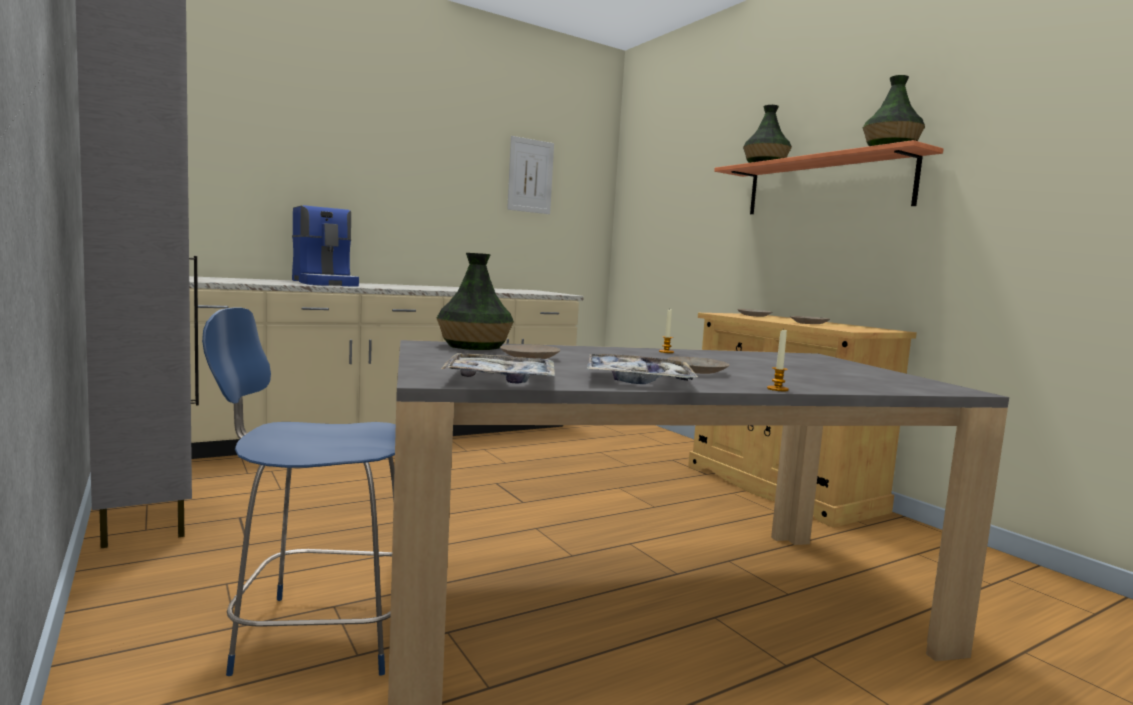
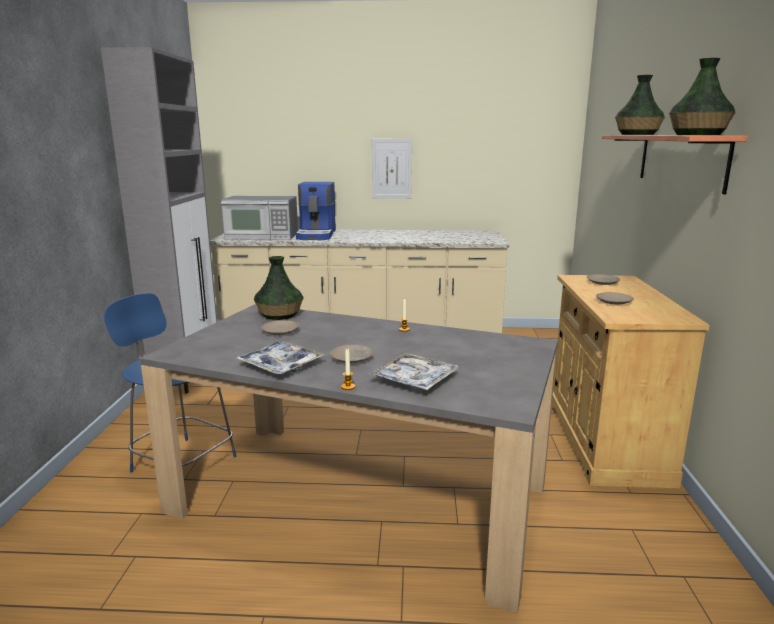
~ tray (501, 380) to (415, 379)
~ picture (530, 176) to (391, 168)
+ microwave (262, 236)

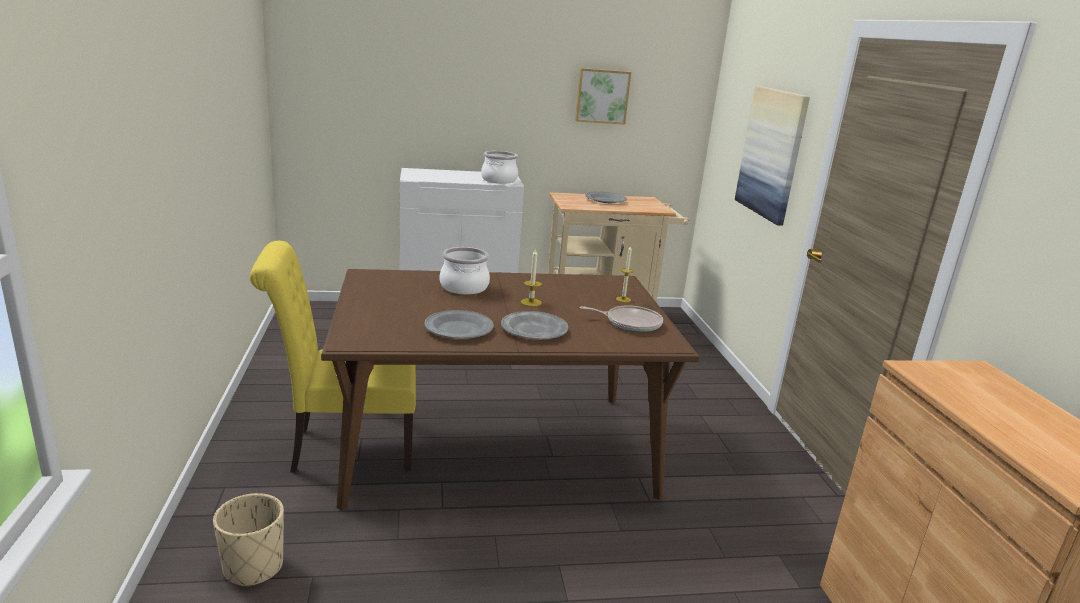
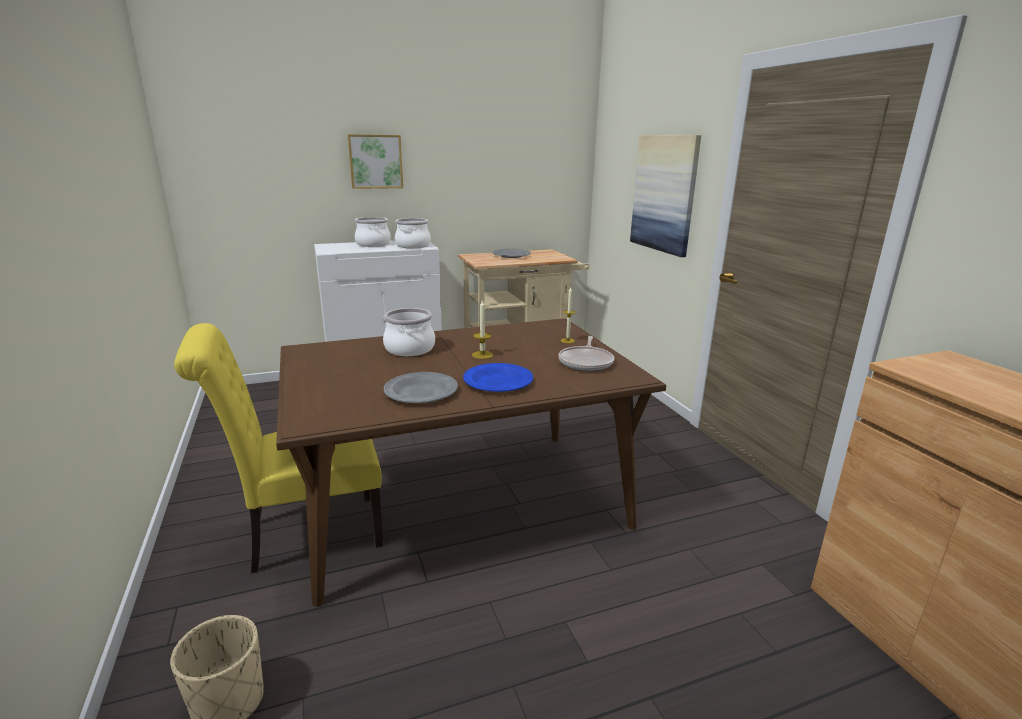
~ grey_plate (534, 329) to blue_plate (498, 381)
~ picture (602, 96) to (375, 161)
~ frying_pan (630, 323) = (586, 362) 105 degrees clockwise
+ cooking_pot (373, 244)

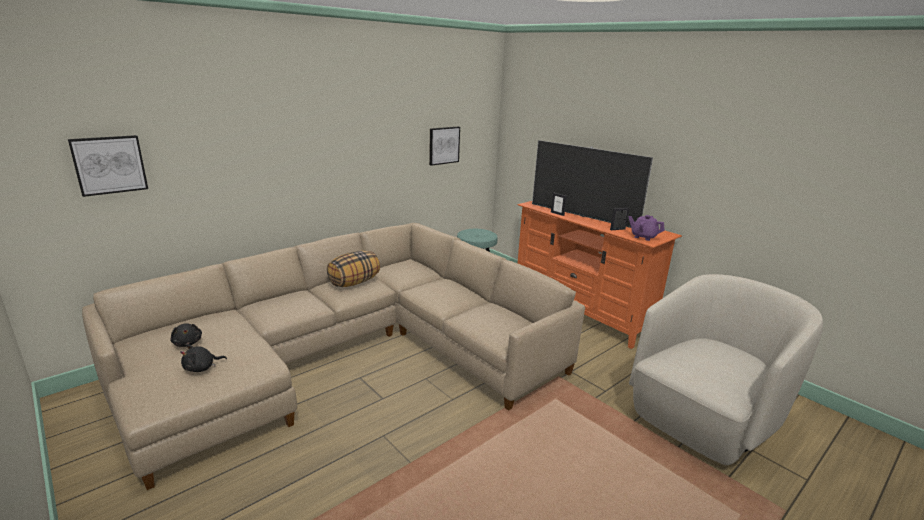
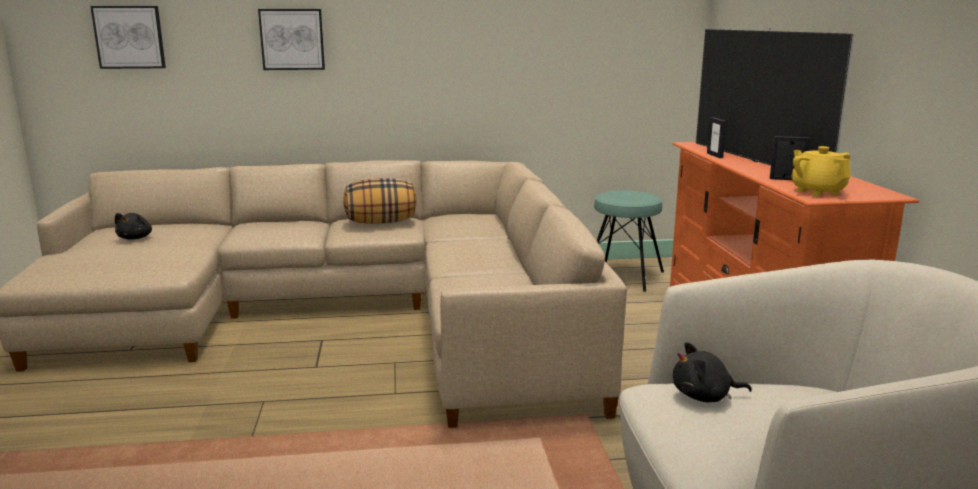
~ black_plush_toy (202, 368) to (704, 396)
~ picture (443, 145) to (292, 39)
~ purple_teapot (643, 237) to yellow_teapot (817, 191)

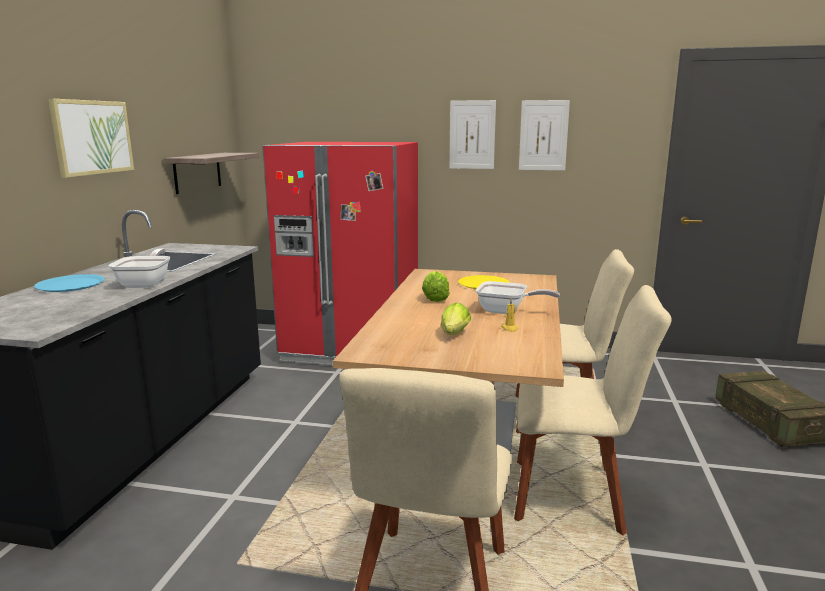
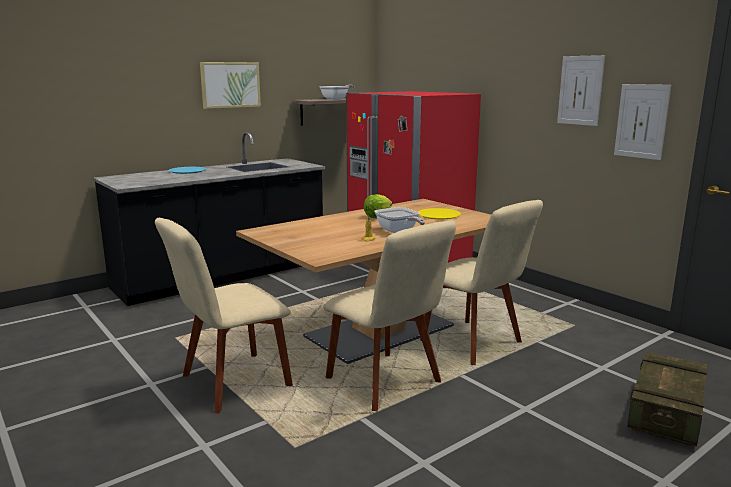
~ frying_pan (146, 283) to (337, 99)
- lettuce (454, 335)
~ picture (472, 135) to (641, 121)

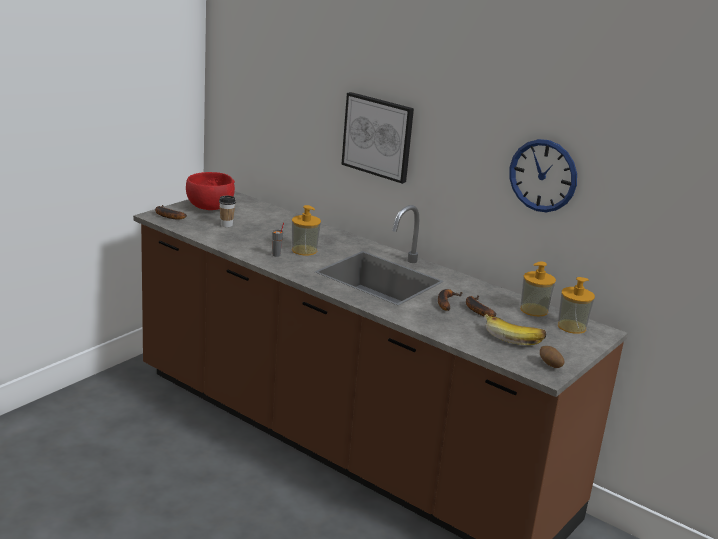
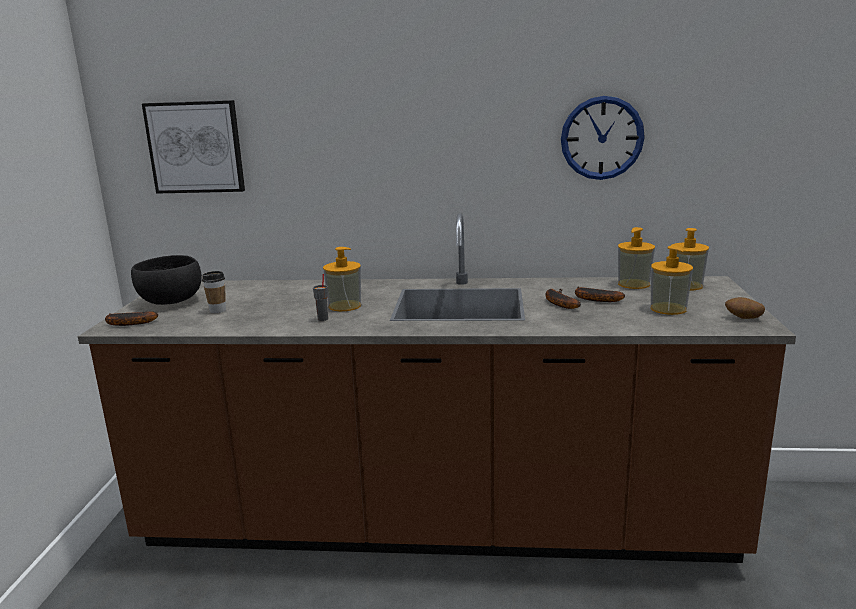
~ red_bowl (210, 207) to black_bowl (171, 301)
~ picture (378, 136) to (196, 147)
~ banana (513, 337) to soap_dispenser (668, 308)

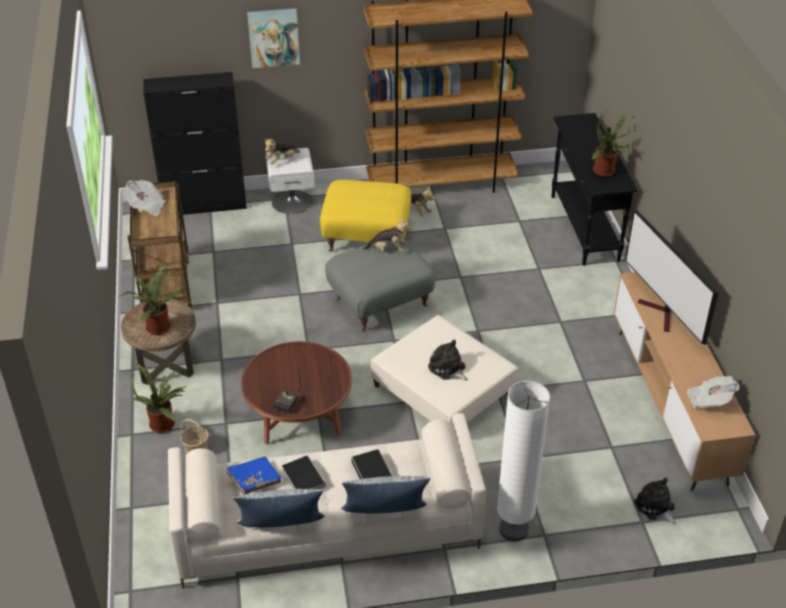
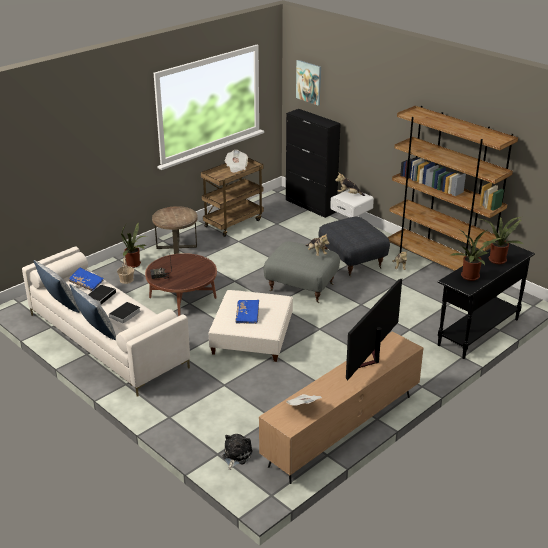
~ potted_plant (157, 326) to (497, 259)
~ picture (273, 37) to (309, 82)
~ yellow_ottoman (367, 237) to grey_ottoman (353, 261)
~ plush_toy (448, 369) to blue_book (247, 316)
- white_floor_lamp (513, 530)

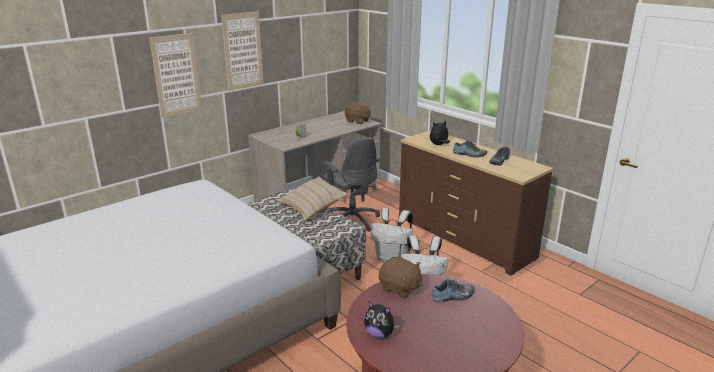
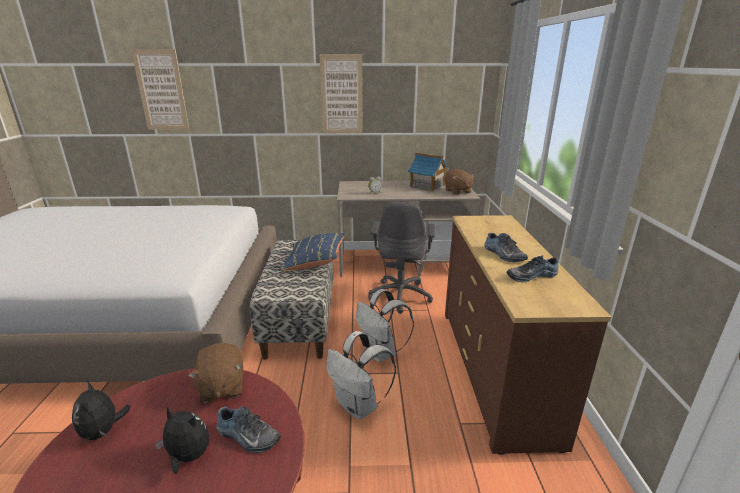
~ picture (176, 75) to (161, 90)
~ beige_pillow (312, 207) to blue_pillow (314, 262)
~ plush_toy (439, 145) to (188, 457)
+ toy_house (427, 185)

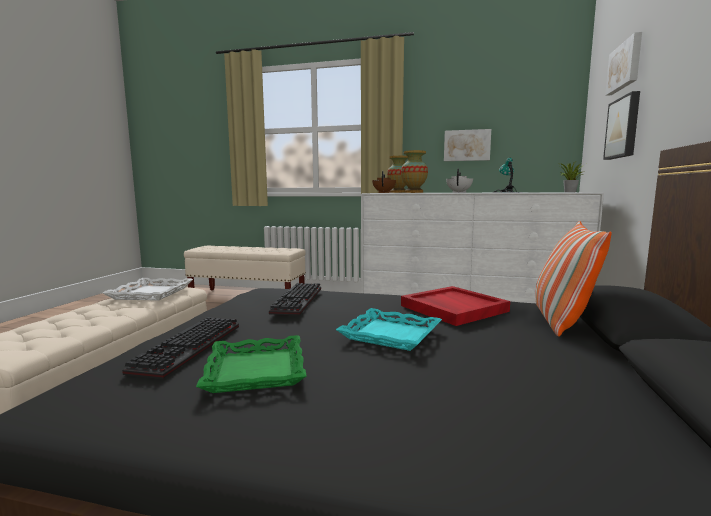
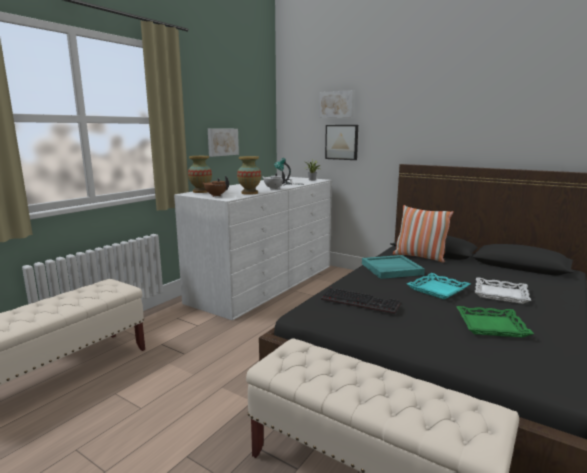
~ white_tray (151, 293) to (500, 294)
- keyboard (190, 349)
~ red_tray (452, 308) to turquoise_tray (391, 269)

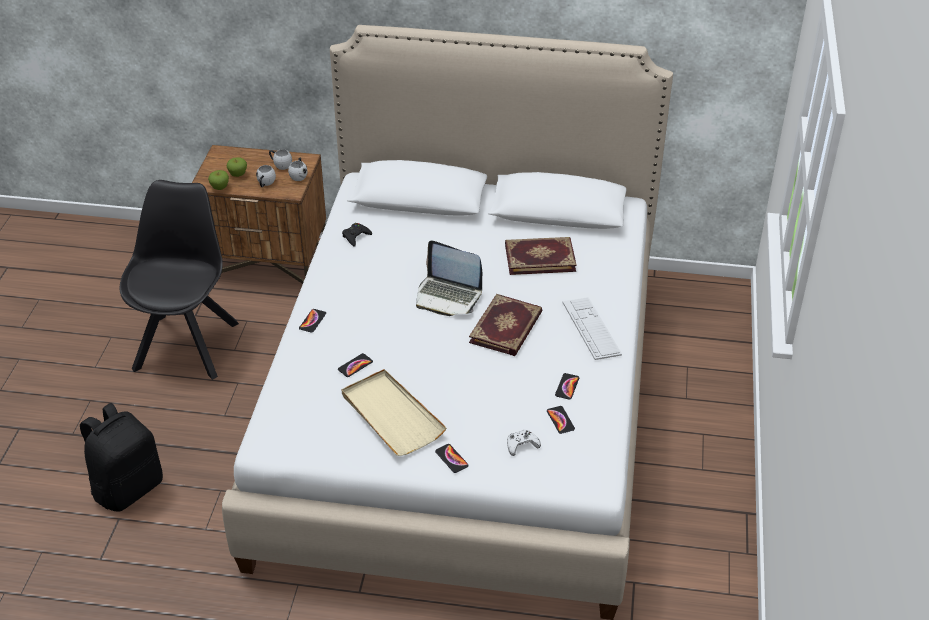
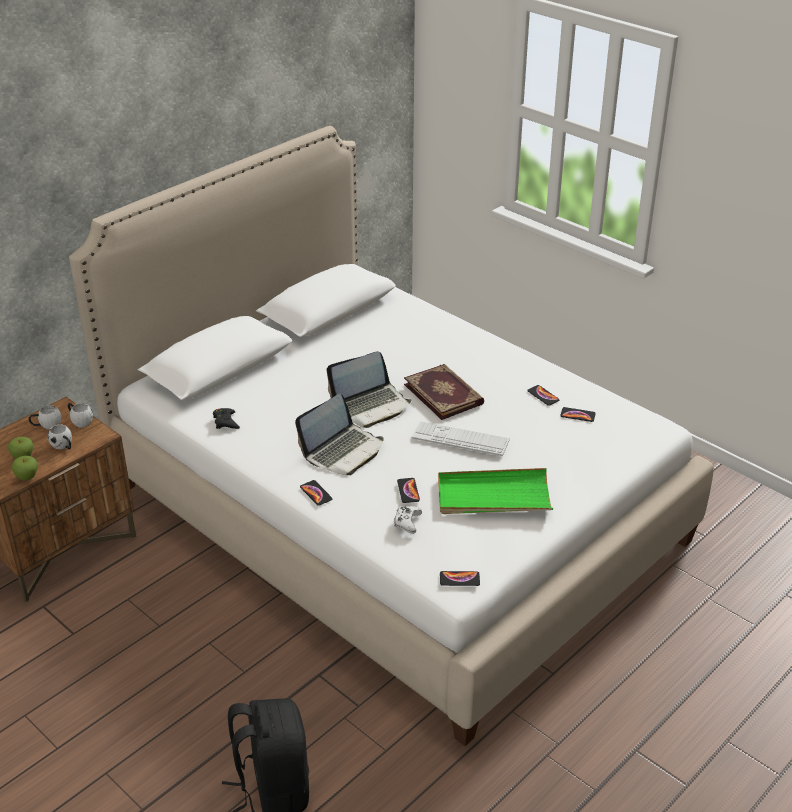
- black_chair (188, 343)
~ beige_tray (391, 415) to green_tray (493, 496)
~ phone (451, 459) to (459, 579)
- book (540, 257)
~ white_game_controller (521, 445) to (407, 522)
~ keyboard (591, 329) to (460, 439)
+ laptop (343, 451)

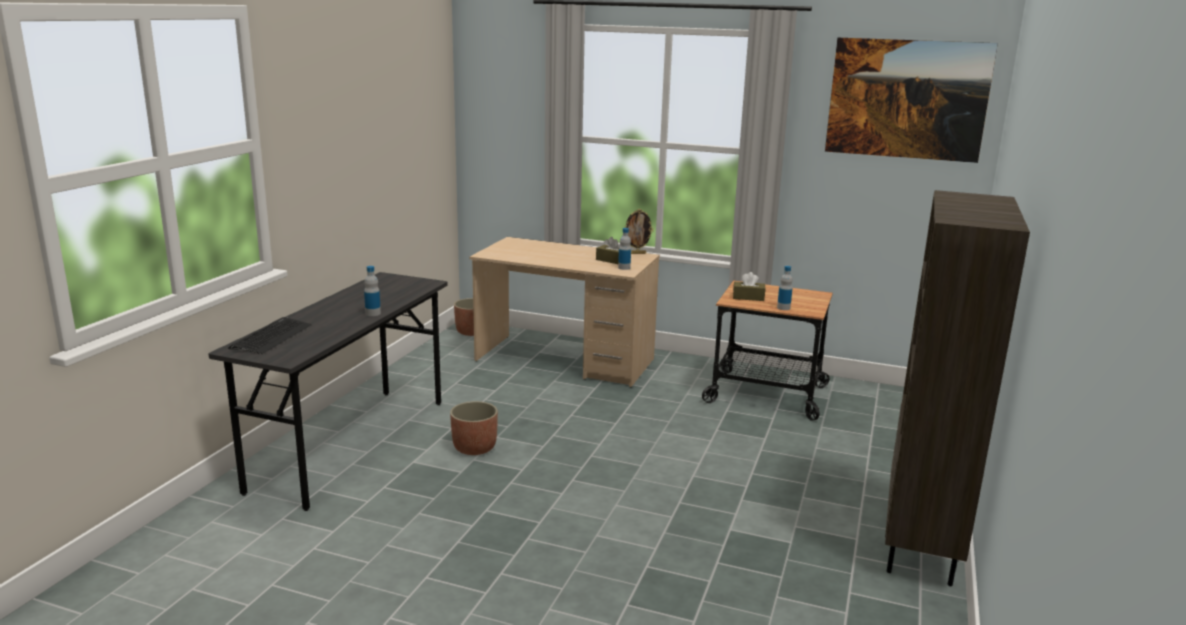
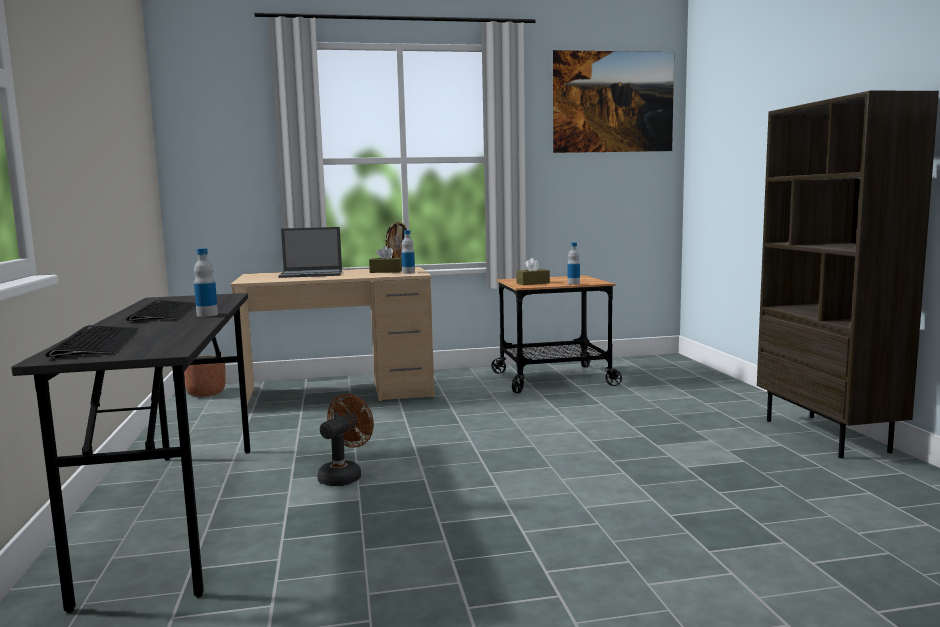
~ planter (474, 448) to brown_fan (344, 476)
+ keyboard (163, 313)
+ laptop (312, 274)

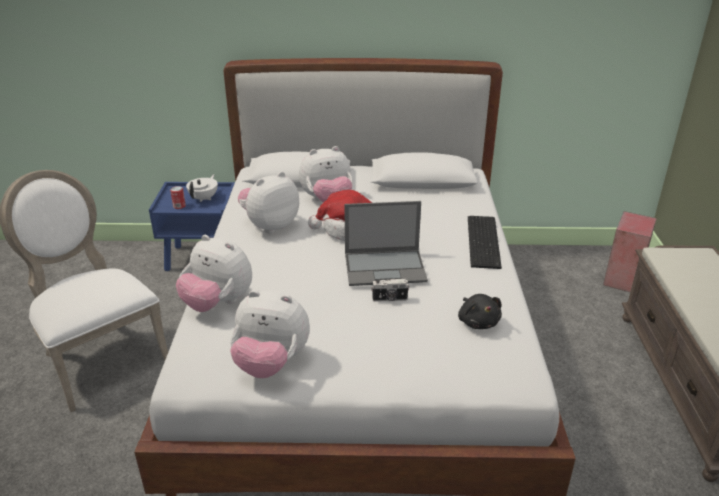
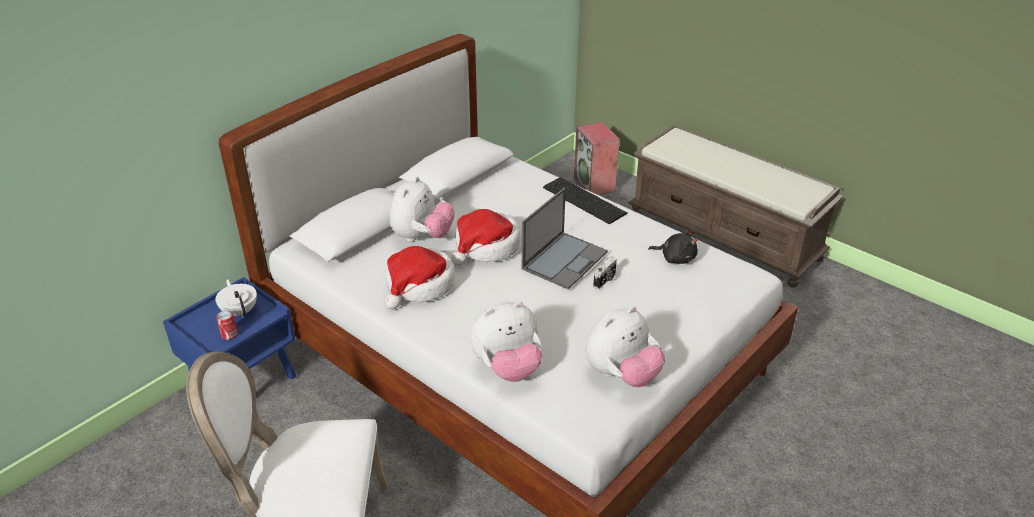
~ plush_toy (270, 225) to hat (419, 285)

